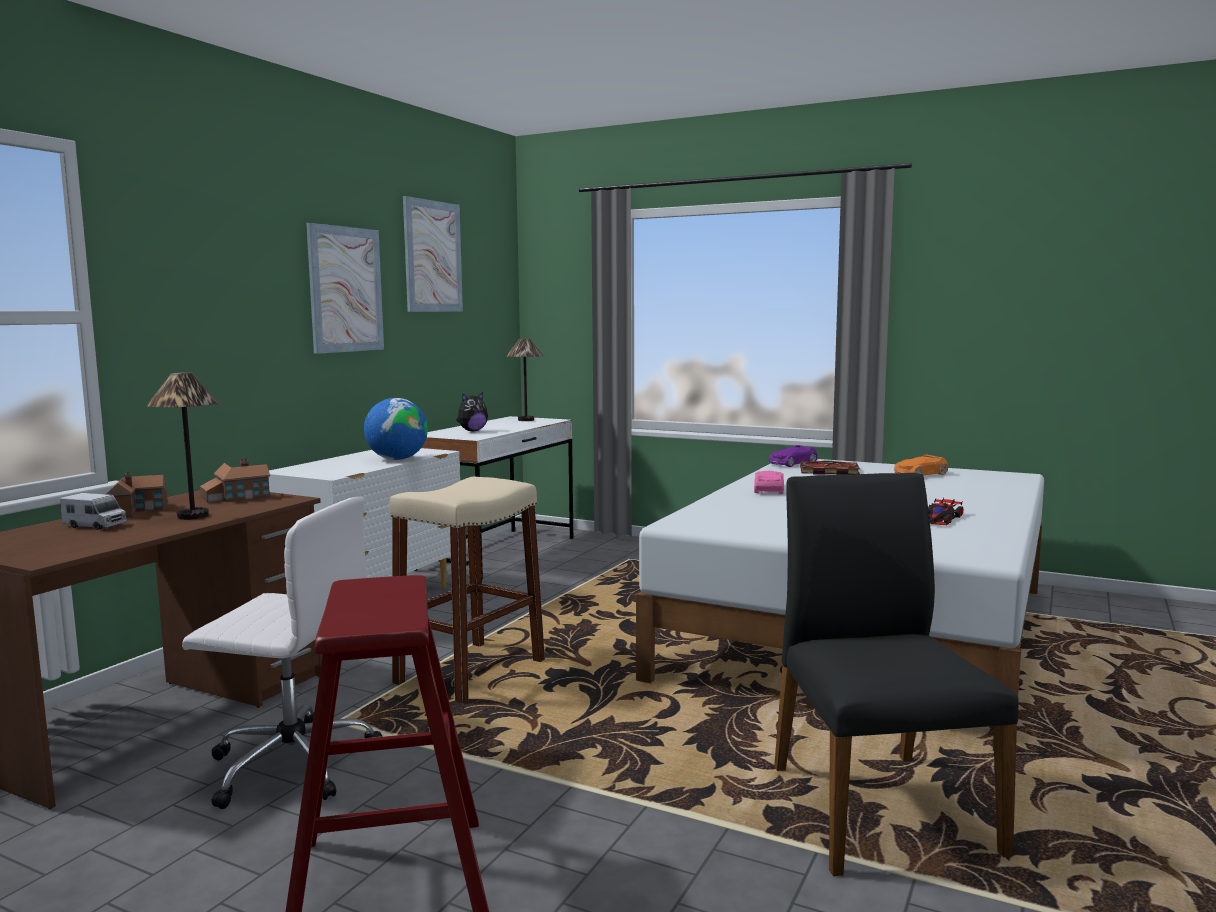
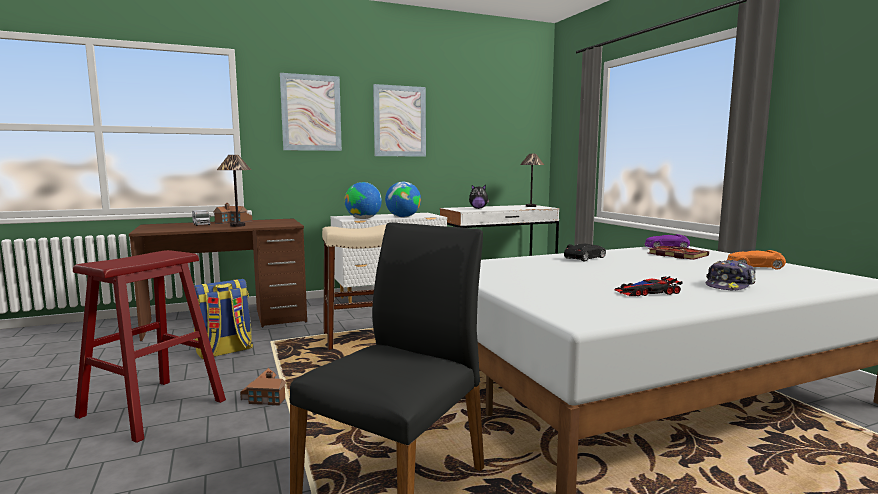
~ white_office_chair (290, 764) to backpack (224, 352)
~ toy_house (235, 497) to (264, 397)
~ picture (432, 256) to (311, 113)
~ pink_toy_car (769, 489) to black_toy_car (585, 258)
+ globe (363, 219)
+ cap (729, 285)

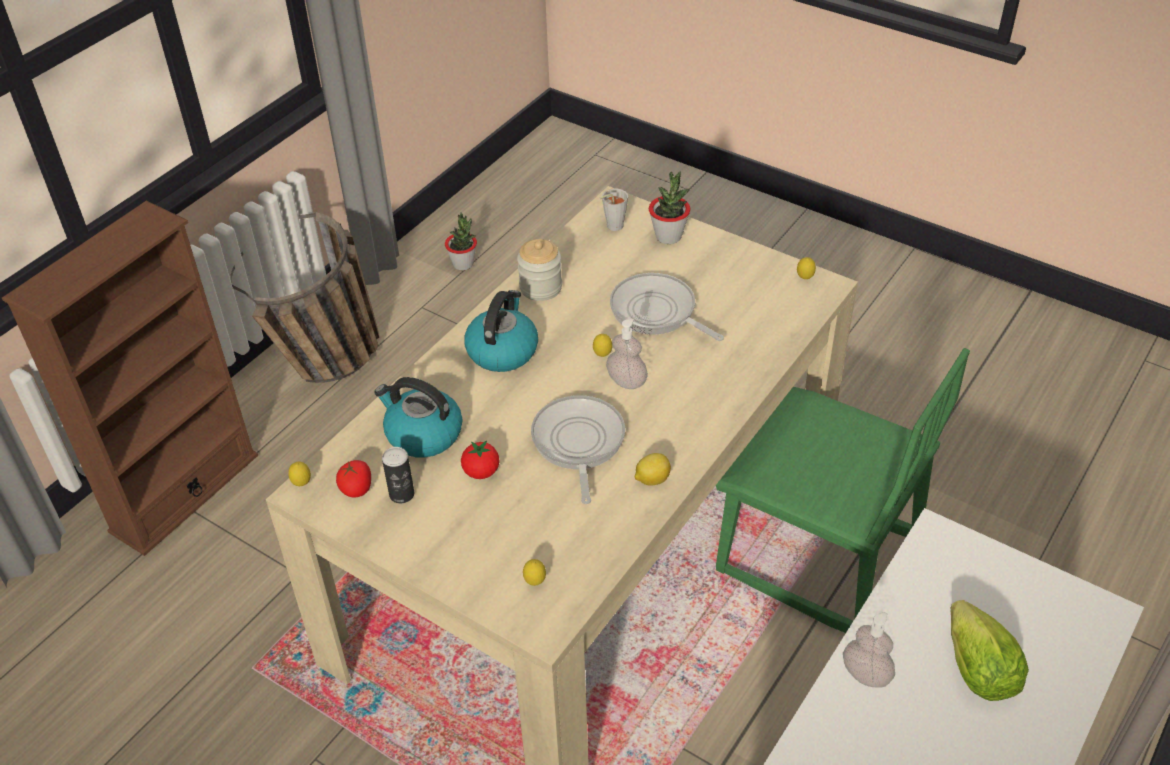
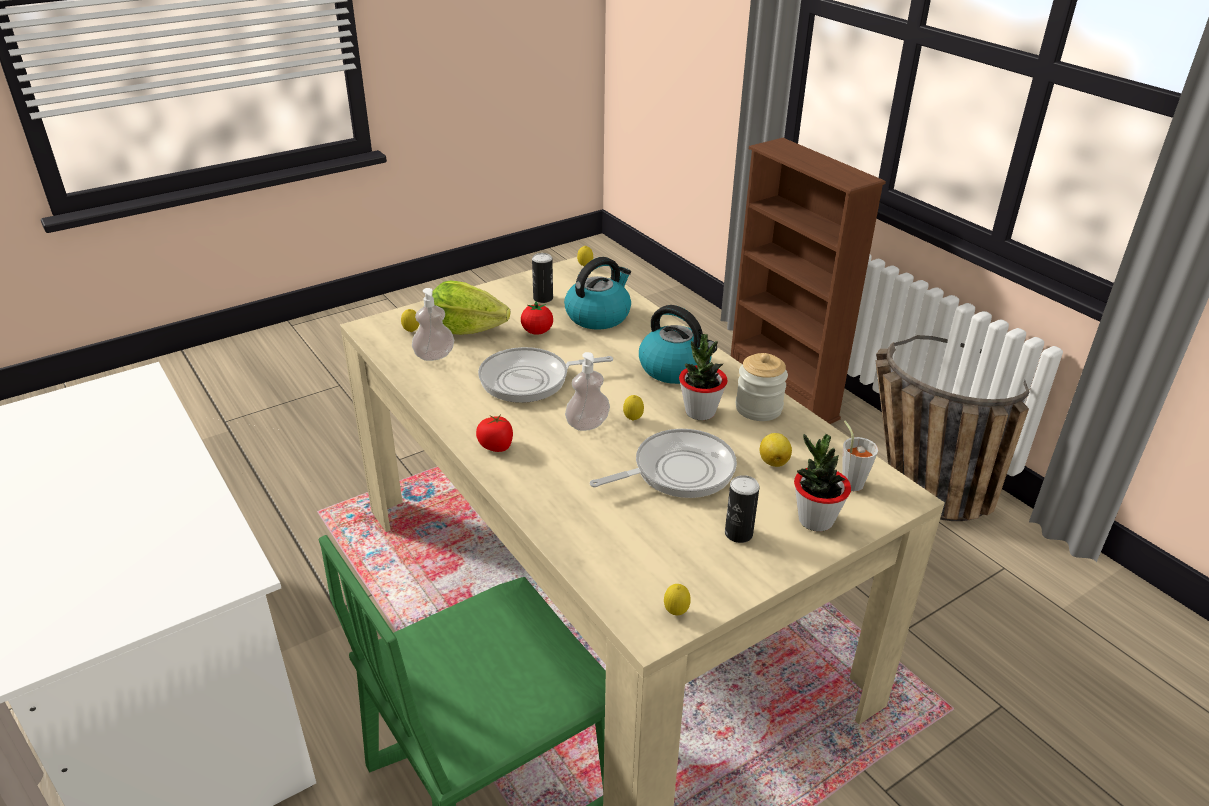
~ tomato (357, 489) to (496, 446)
~ potted_plant (463, 264) to (700, 412)
~ frying_pan (578, 443) = (530, 380) 150 degrees clockwise
~ lemon (651, 479) to (773, 461)
~ soap_dispenser (866, 674) to (434, 356)
~ lettuce (977, 670) to (466, 329)
+ can (738, 533)

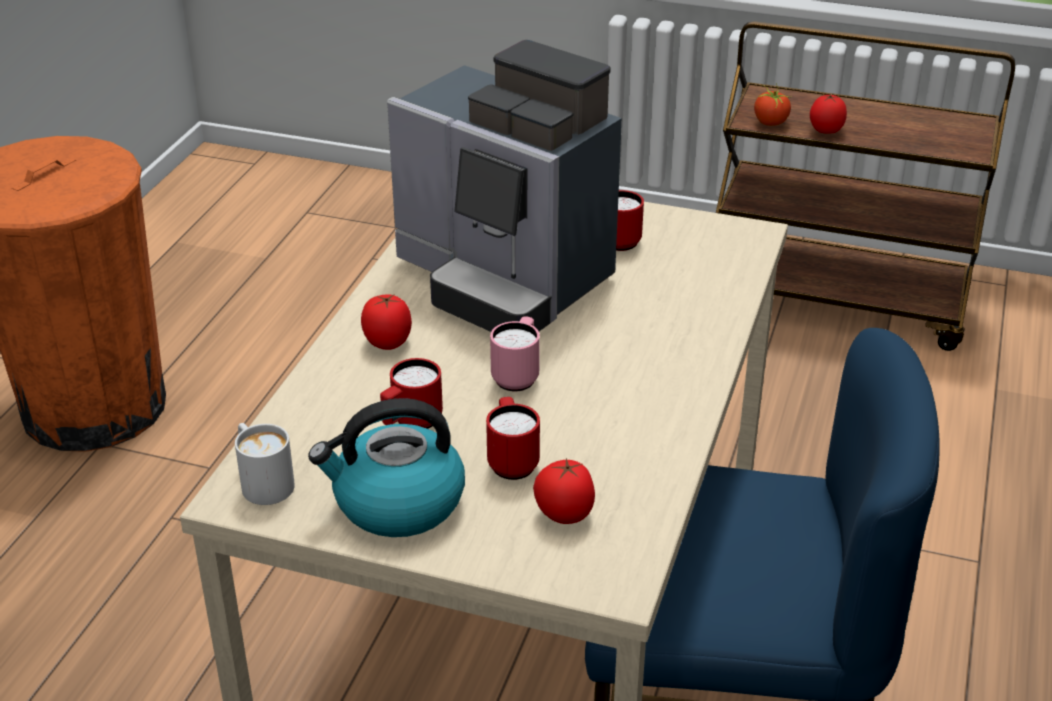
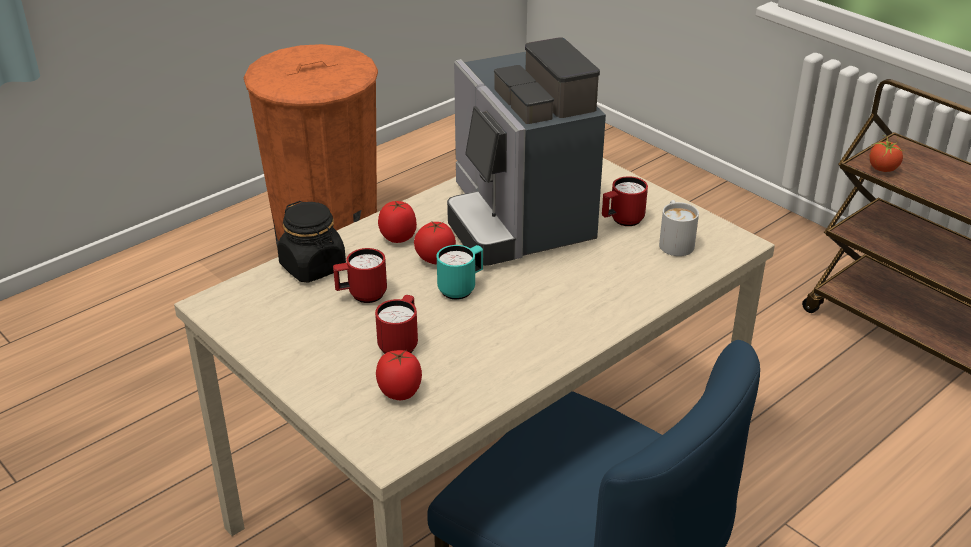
~ white_mug (262, 481) to (674, 242)
- kettle (397, 503)
~ pink_mug (518, 376) to turquoise_mug (461, 288)
~ tomato (825, 131) to (435, 260)
+ black_jar (313, 267)

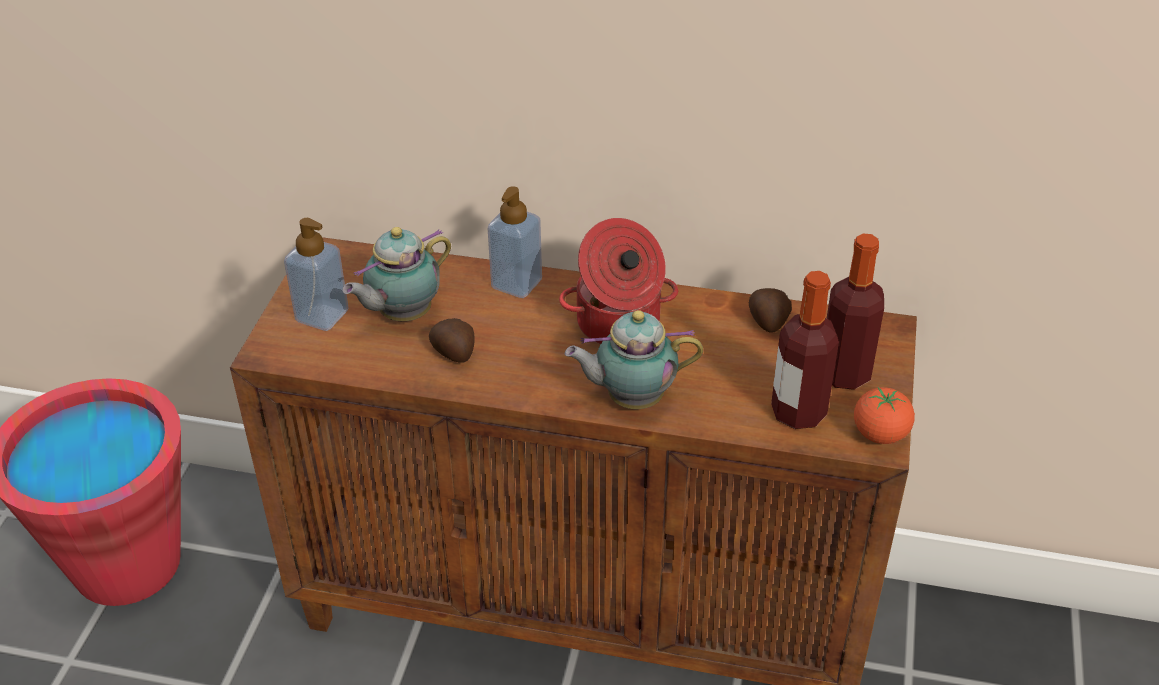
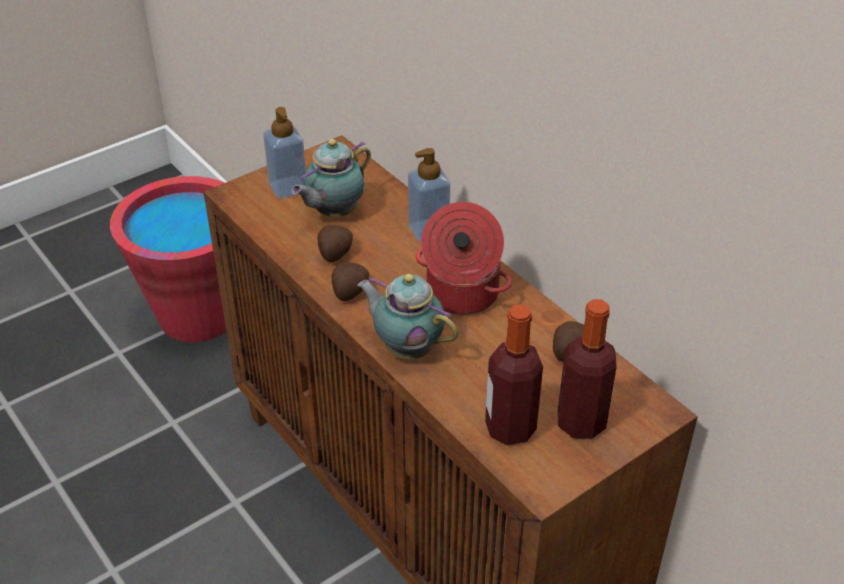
~ teapot (402, 315) = (333, 213) 45 degrees counterclockwise
- tomato (880, 434)
+ potato (349, 292)

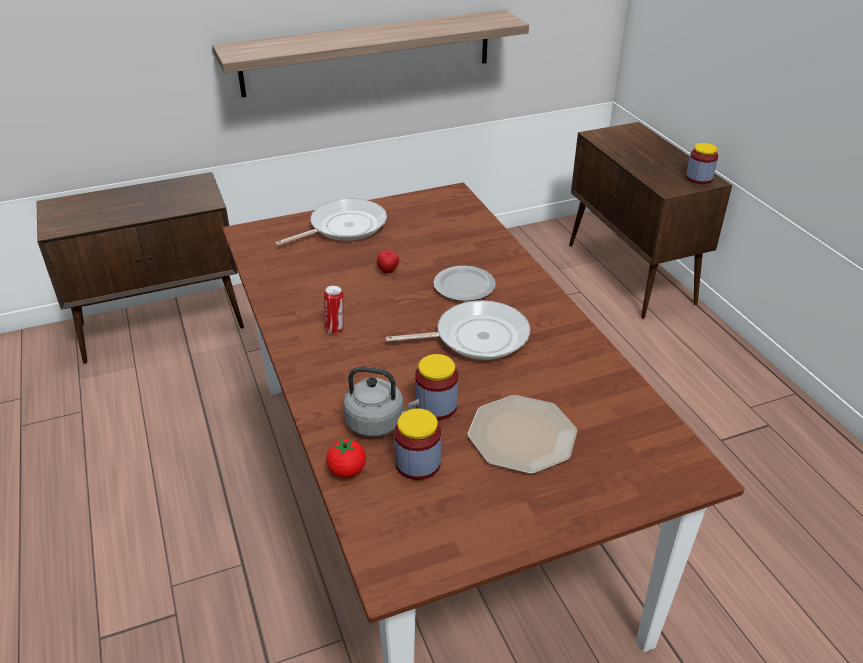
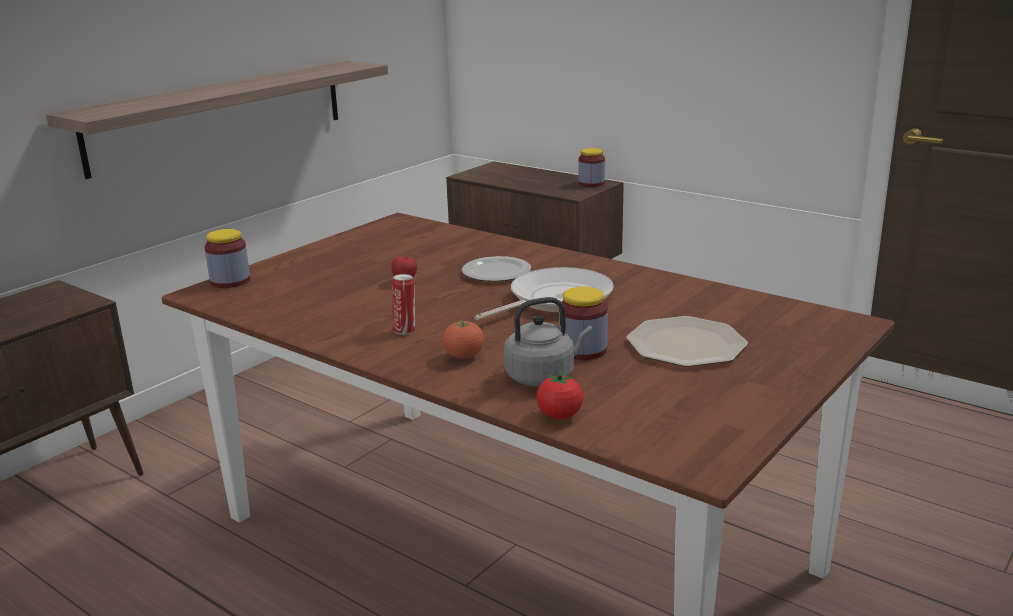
- frying_pan (344, 227)
~ jar (418, 463) to (230, 281)
+ tomato (464, 356)

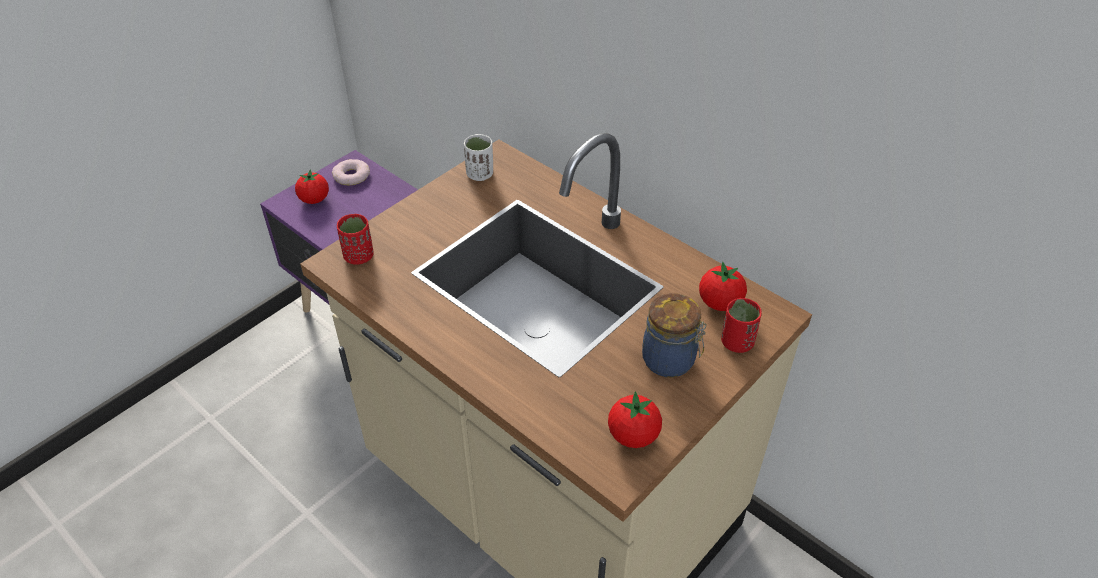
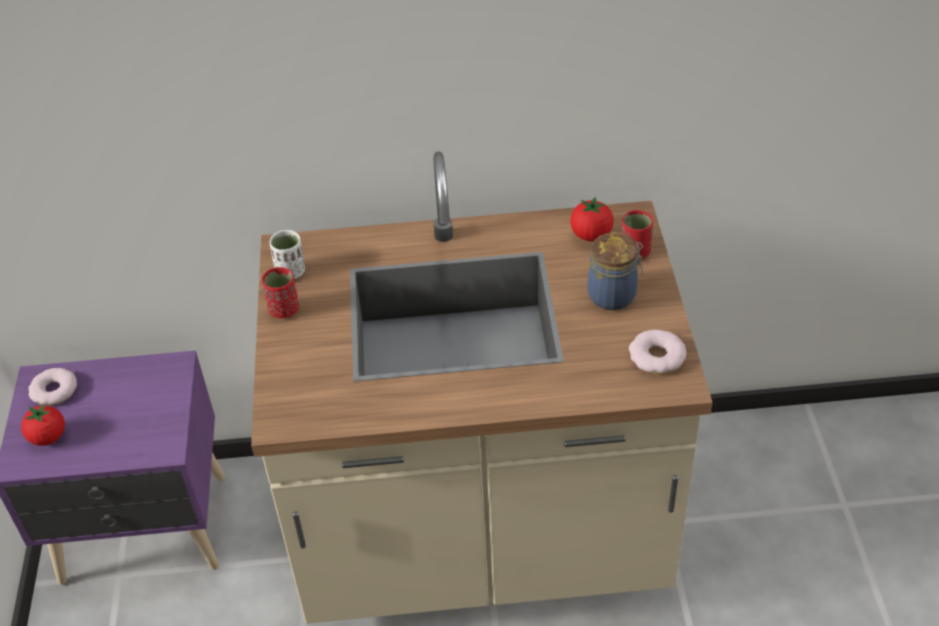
~ red_cup (359, 256) to (284, 309)
~ tomato (633, 435) to donut (657, 356)

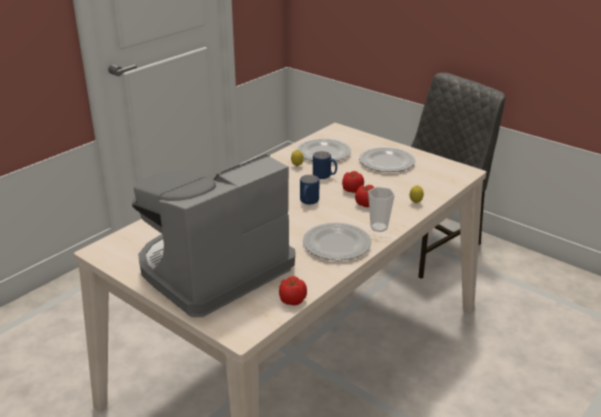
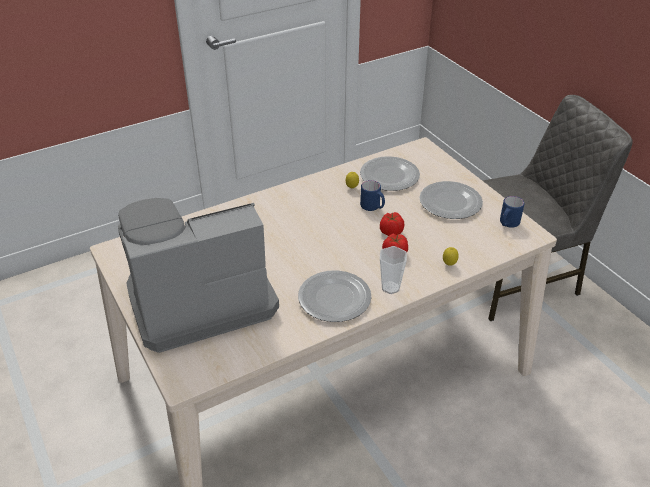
- tomato (292, 300)
~ blue_mug (308, 202) to (507, 224)

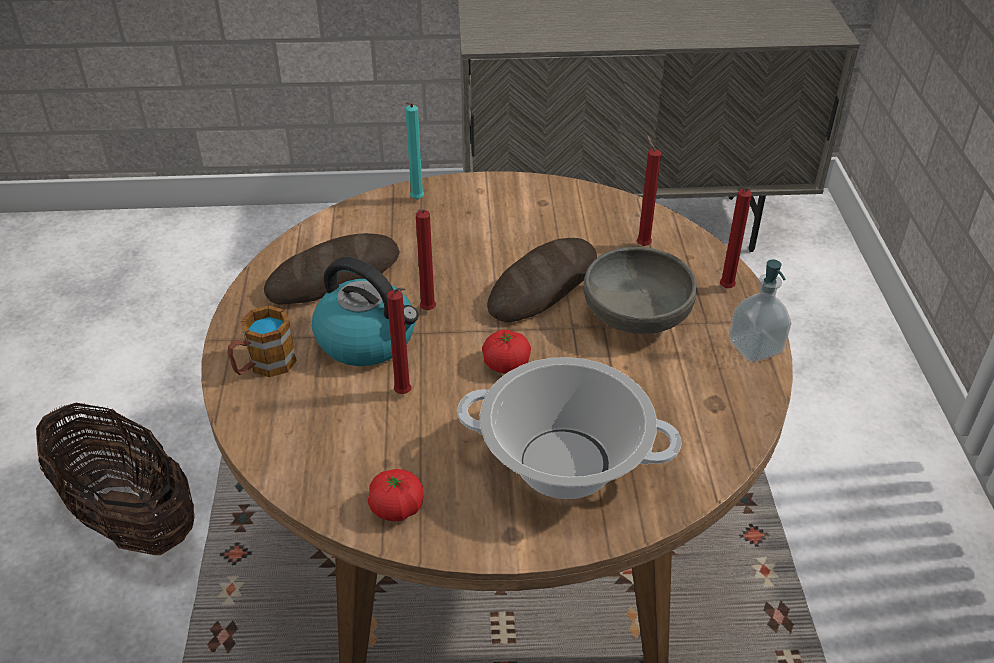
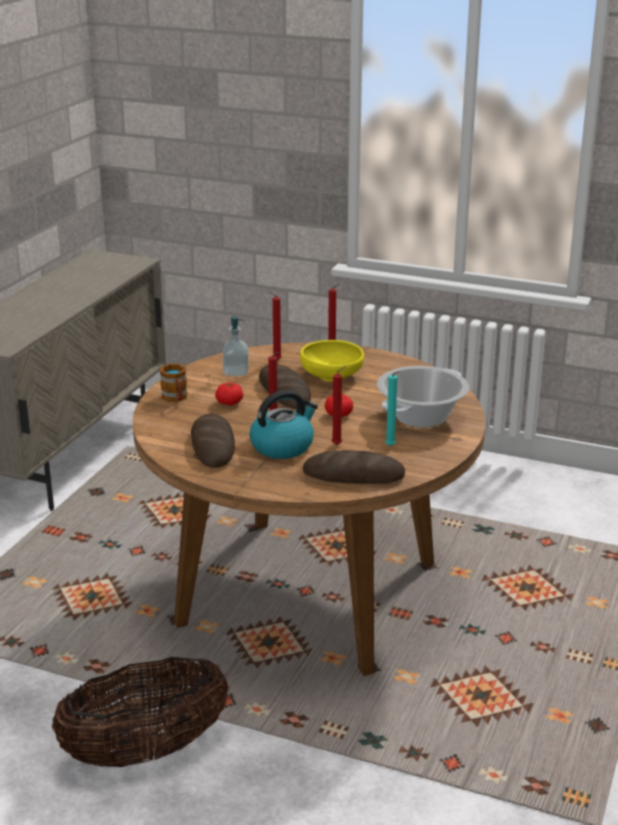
~ mug (264, 366) to (176, 398)
~ tomato (396, 507) to (229, 403)
~ turquoise_candle (416, 200) to (391, 446)
~ grey_bowl (636, 315) to yellow_bowl (331, 376)
~ soap_dispenser (755, 347) to (236, 372)
+ bread (353, 475)

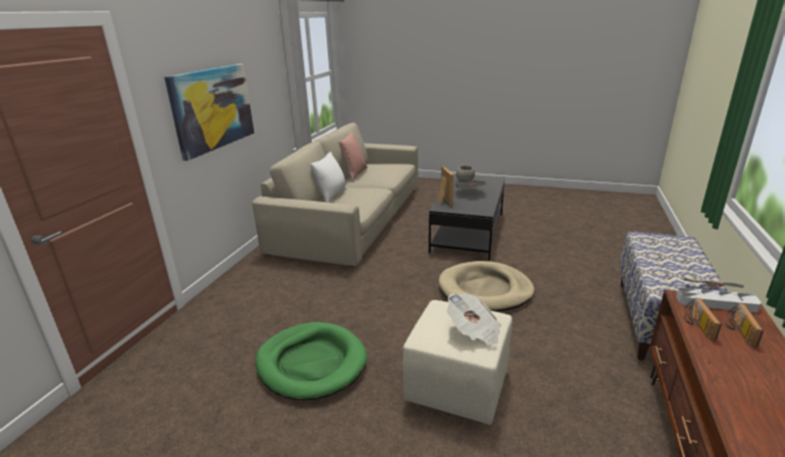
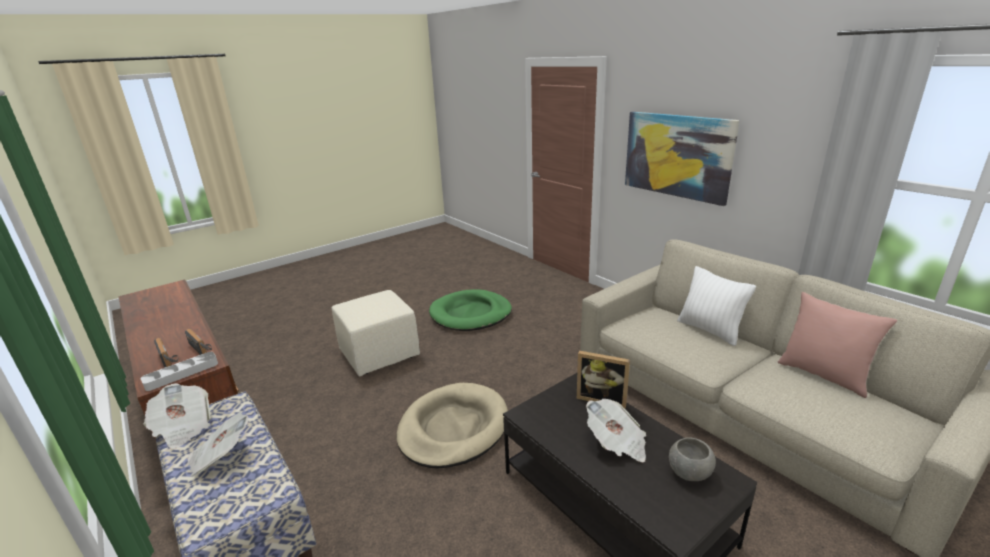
~ newspaper (474, 332) to (221, 456)

